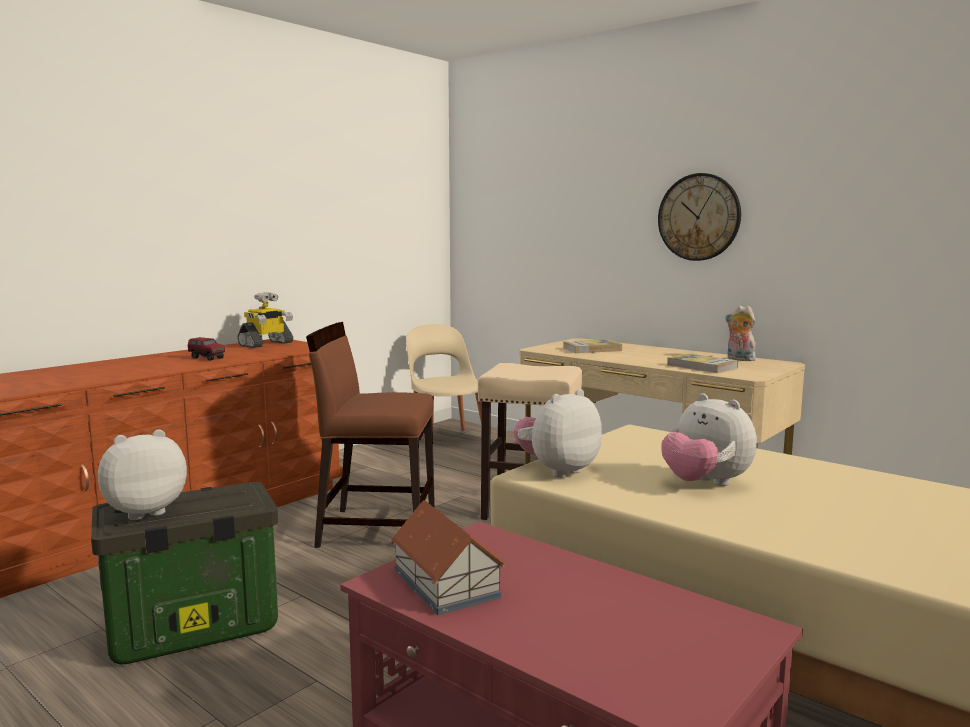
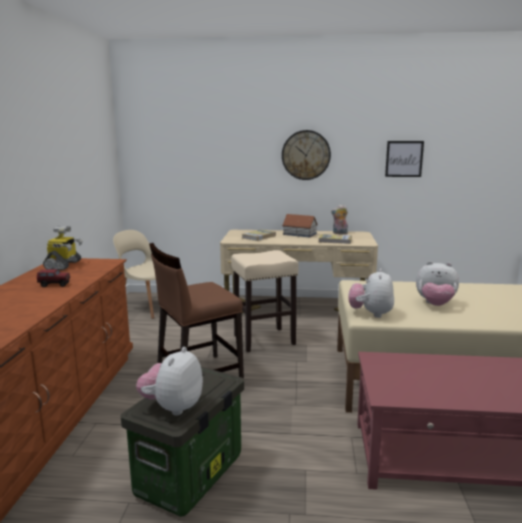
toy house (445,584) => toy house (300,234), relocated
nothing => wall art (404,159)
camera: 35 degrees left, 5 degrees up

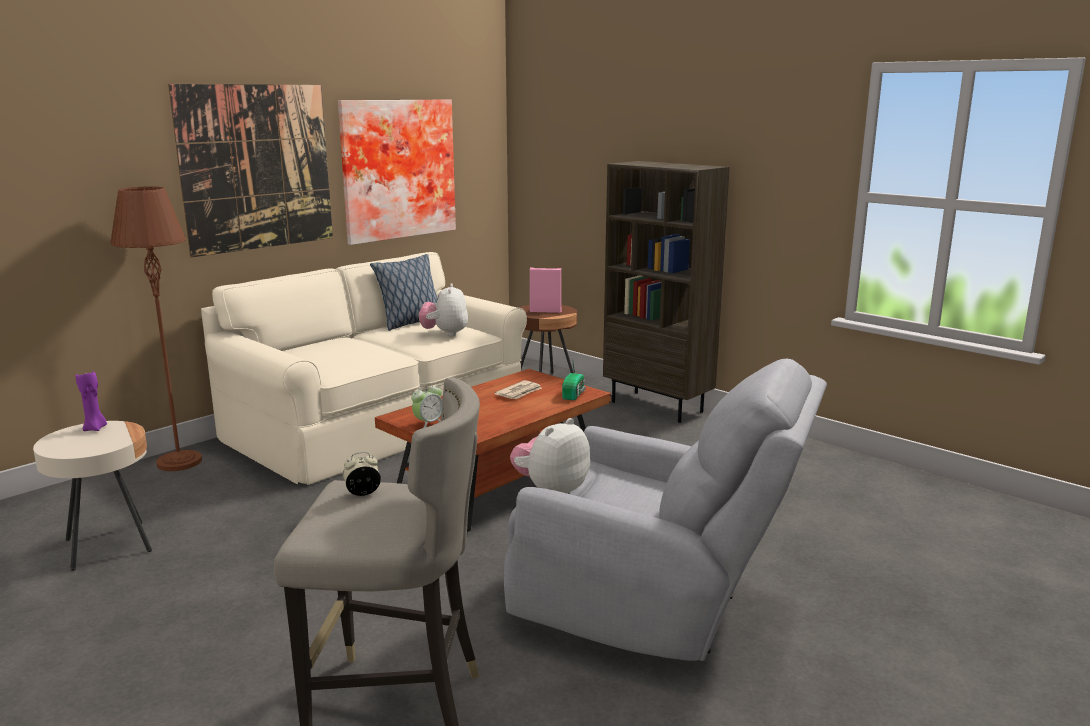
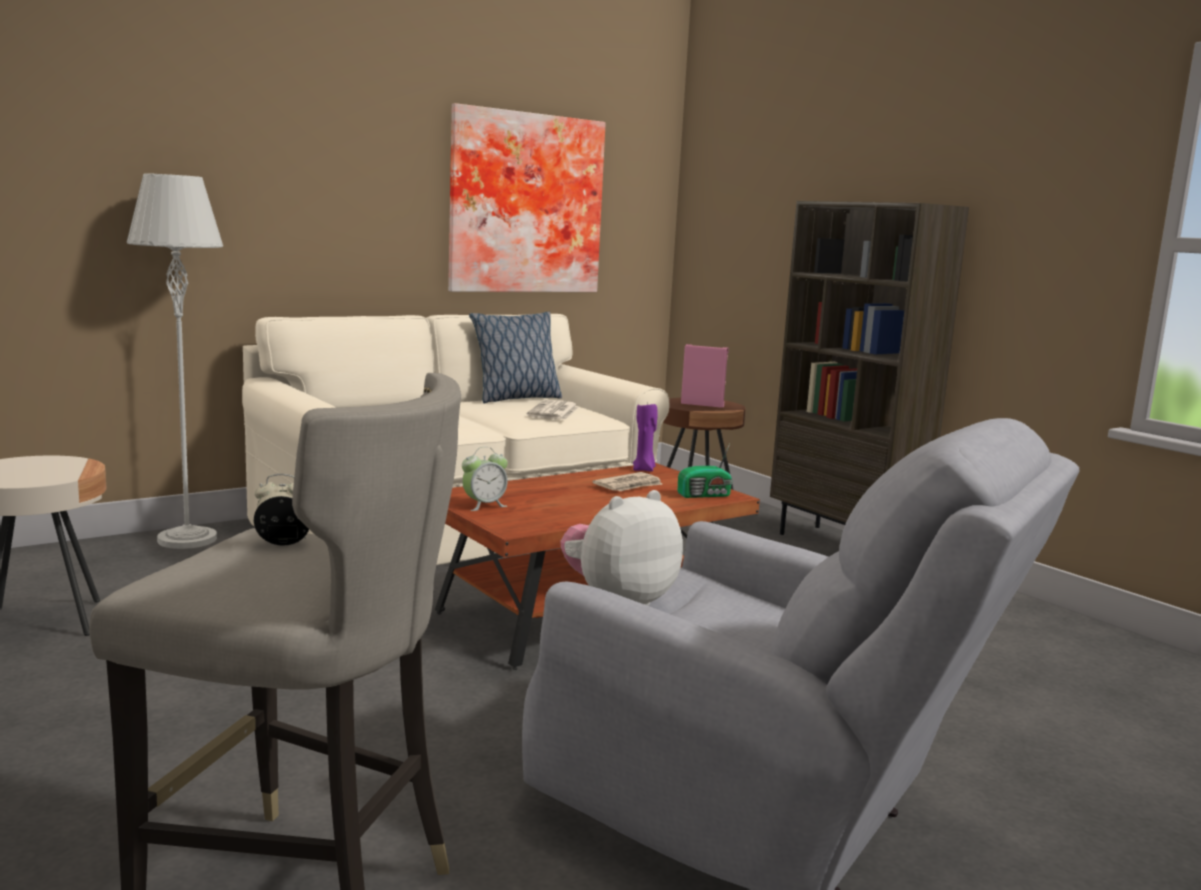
brown standard lamp (179,462) => gray standard lamp (187,539)
plush toy (445,334) => newspaper (554,412)
purple-coloured wax candle (95,428) => purple-coloured wax candle (644,469), relocated
radio set (574,394) => radio set (705,495), 45 degrees clockwise
wall art (257,168) => nothing
camera: 10 degrees right, 5 degrees down

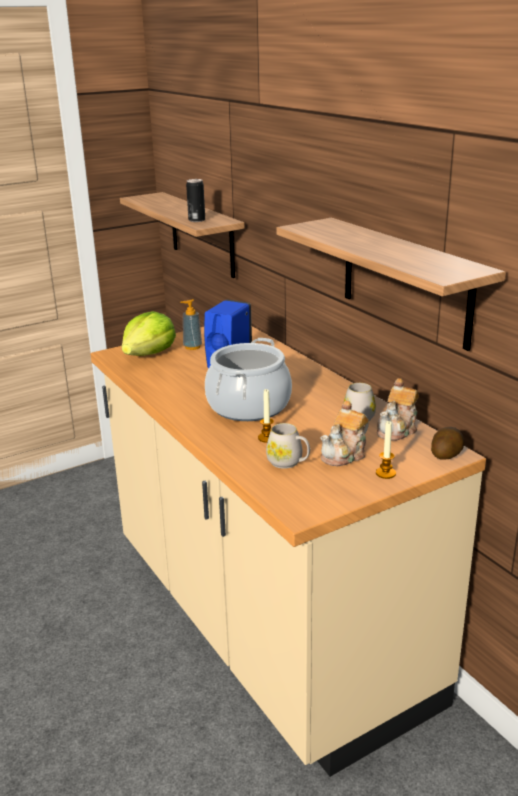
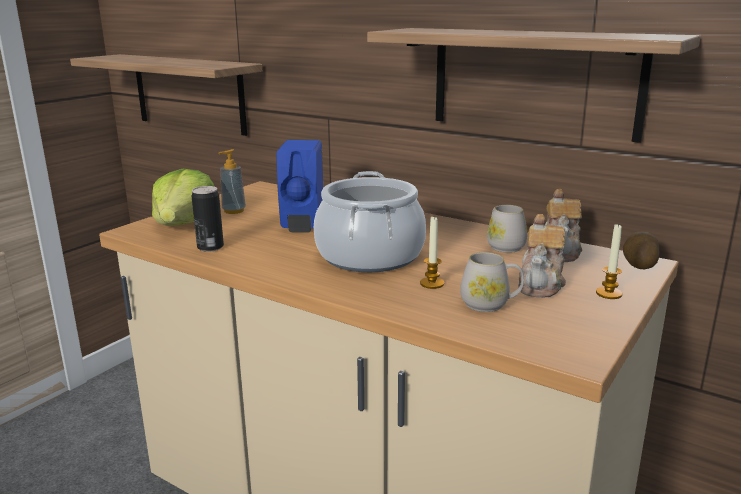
can (196,220) => can (210,247), relocated
camera: 25 degrees left, 5 degrees down

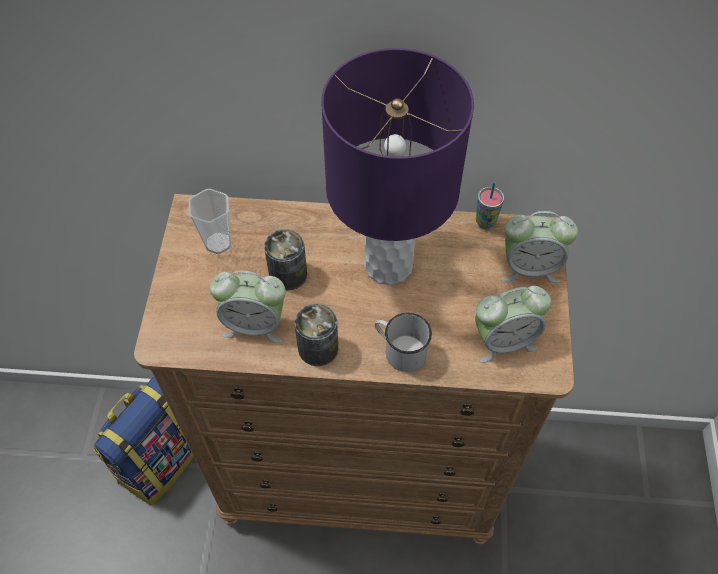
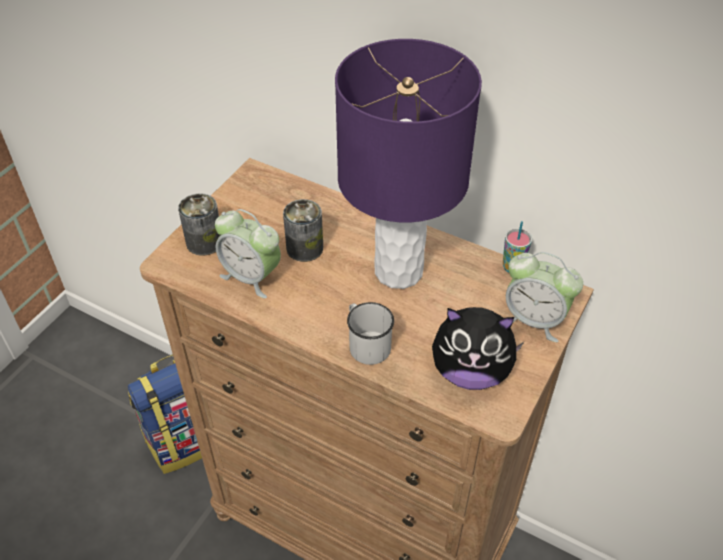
can (318,348) => can (204,242), relocated
table clock (504,341) => plush toy (470,372)
cup (218,243) => nothing
camera: 25 degrees right, 10 degrees down

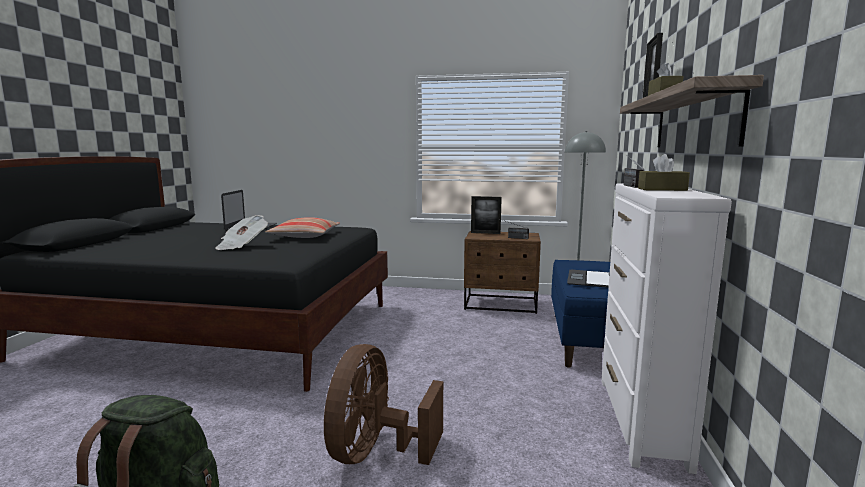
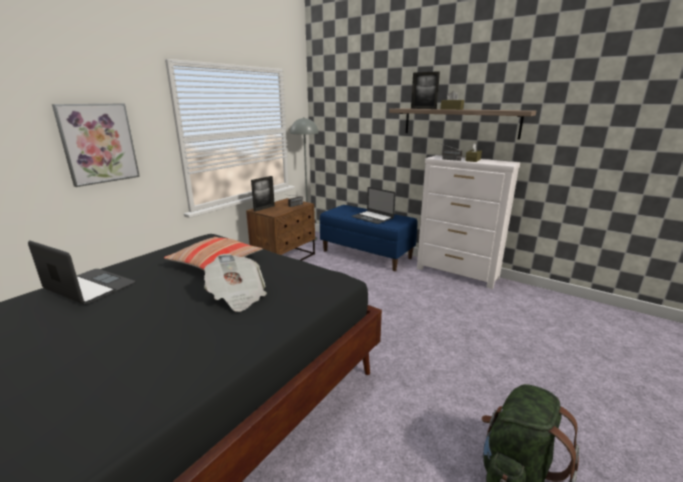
nothing => wall art (98,143)
brown cooling fan (376,453) => nothing
camera: 65 degrees left, 10 degrees up

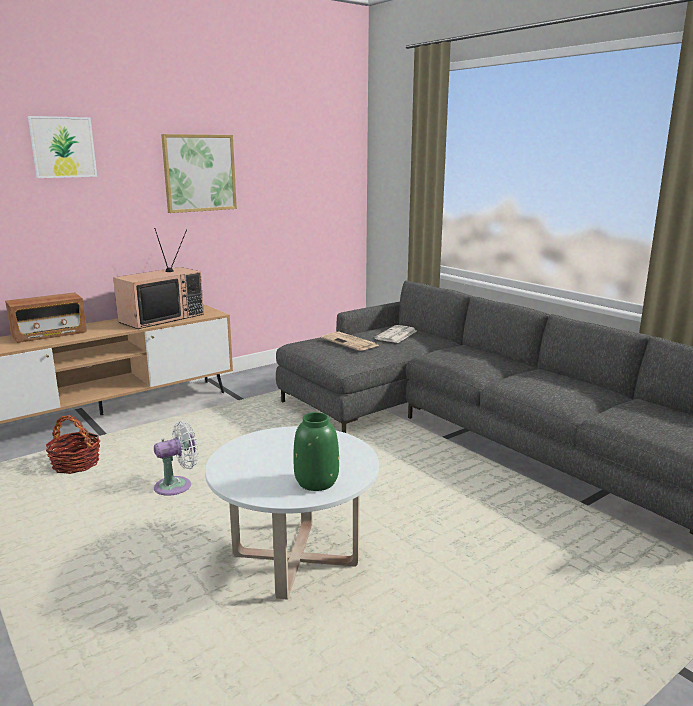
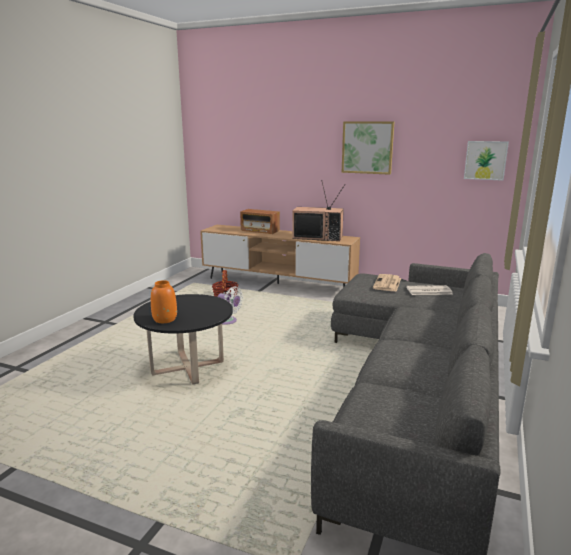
whitish coffee table (295,559) => black coffee table (187,368)
green flower vase (316,482) => orange flower vase (164,319)
wall art (63,147) => wall art (485,160), relocated
camera: 60 degrees right, 0 degrees up

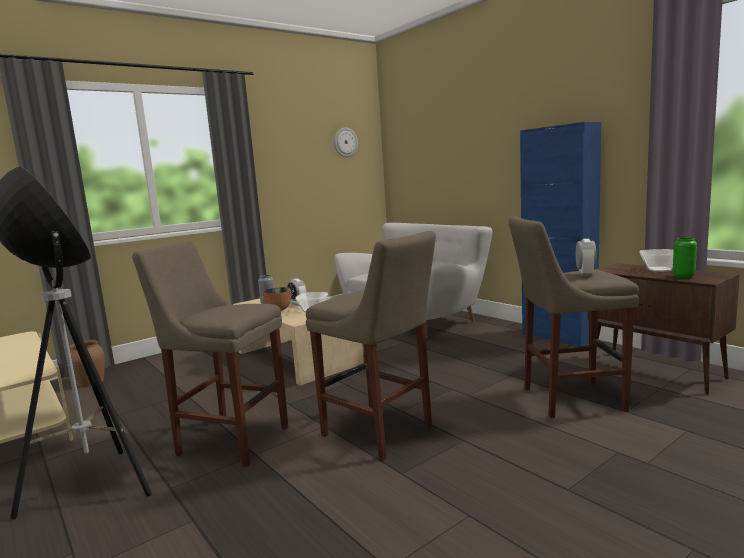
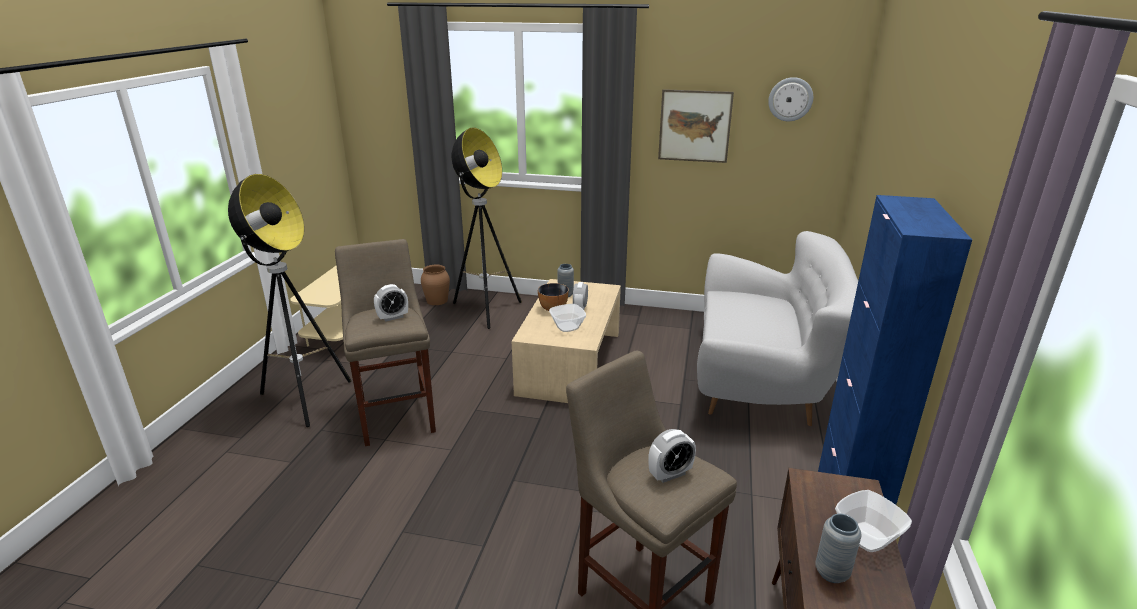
nothing => table clock (393,317)
nothing => standard lamp (486,310)
nothing => wall art (694,126)
green flower vase (683,277) => gray flower vase (832,573)
beige stool (380,433) => nothing
camera: 50 degrees right, 15 degrees up

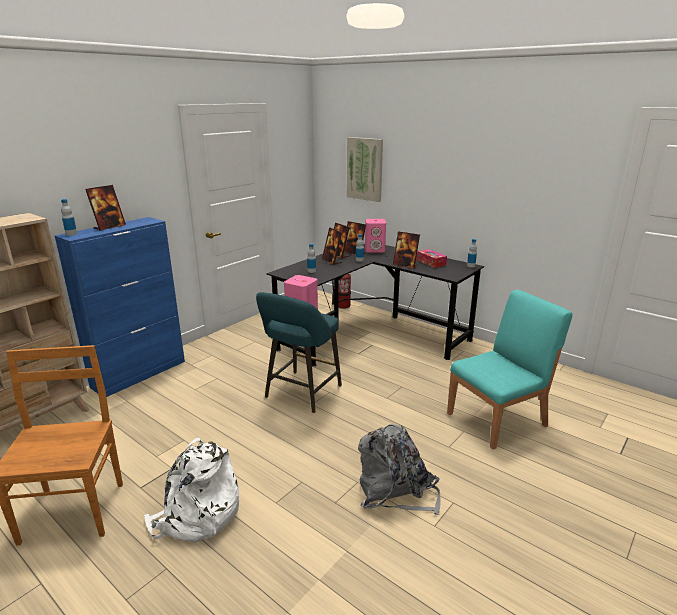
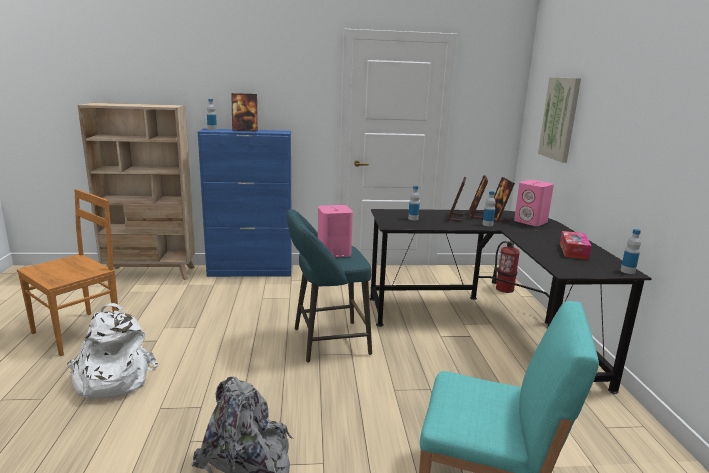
standing frame (405,265) => nothing
camera: 45 degrees right, 5 degrees down

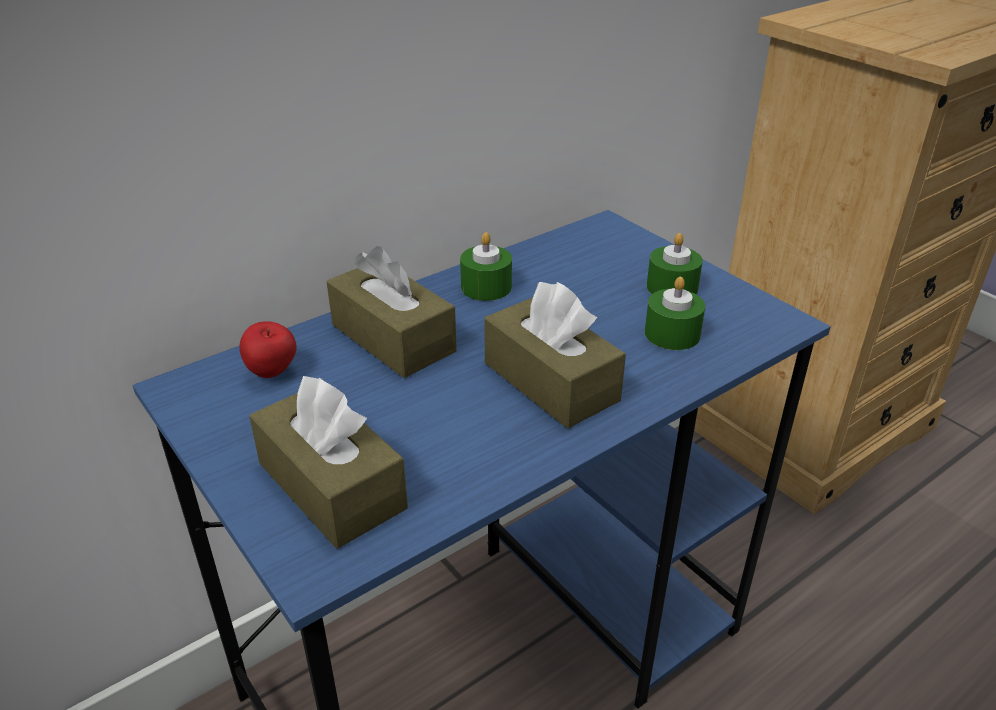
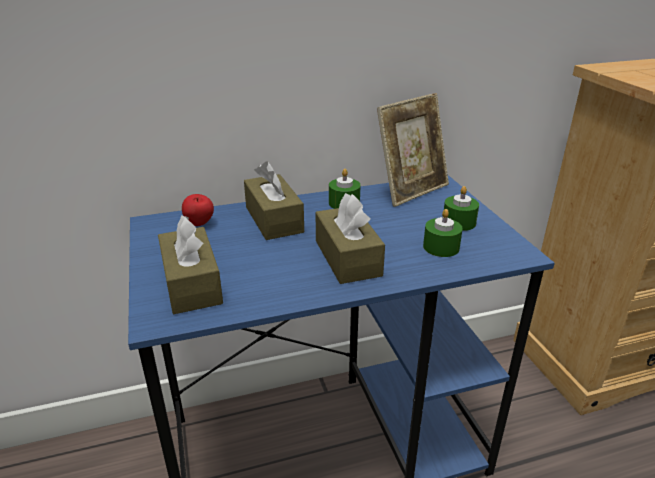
nothing => standing frame (411,190)
camera: 20 degrees right, 5 degrees down

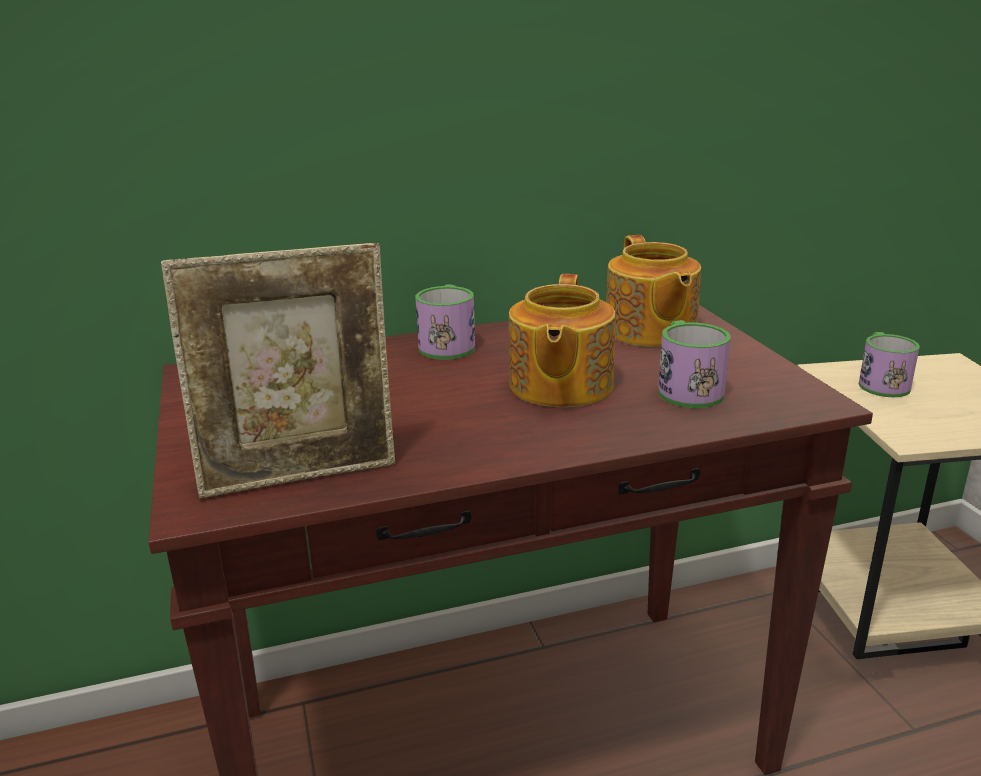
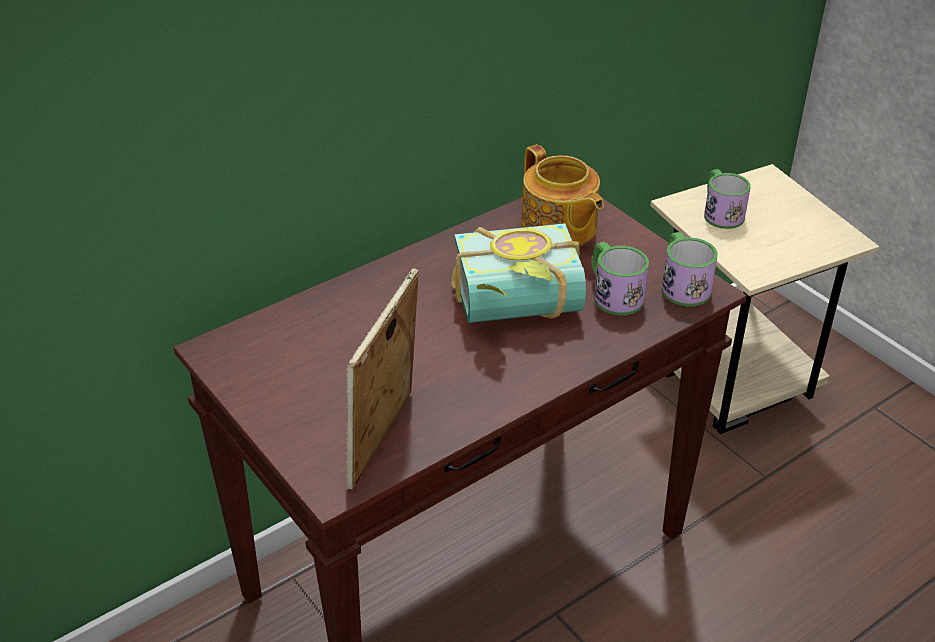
standing frame (301,475) => standing frame (385,442), 150 degrees clockwise
pot for tea (559,386) => volume (519,309)
tea mug (448,344) => tea mug (682,285), relocated
camera: 20 degrees left, 15 degrees up

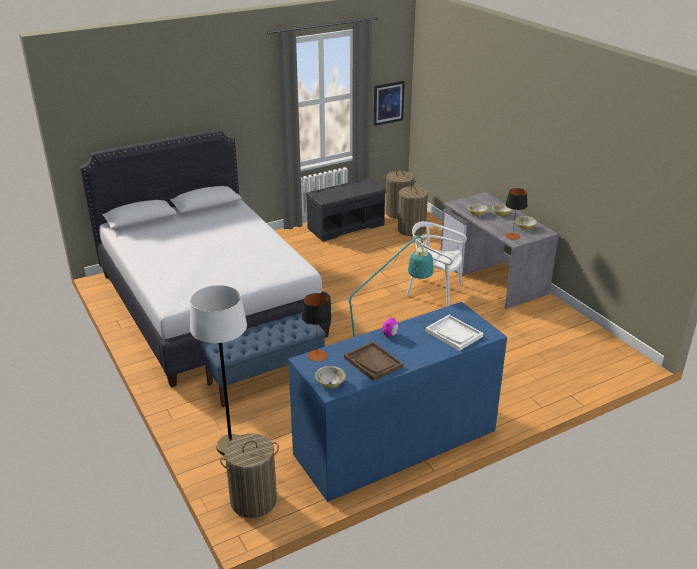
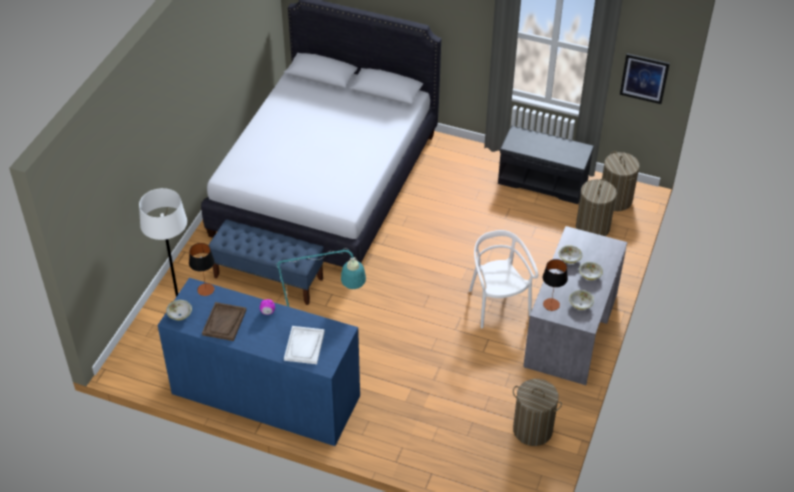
laundry basket (253,501) => laundry basket (532,430), relocated
camera: 50 degrees right, 15 degrees up

